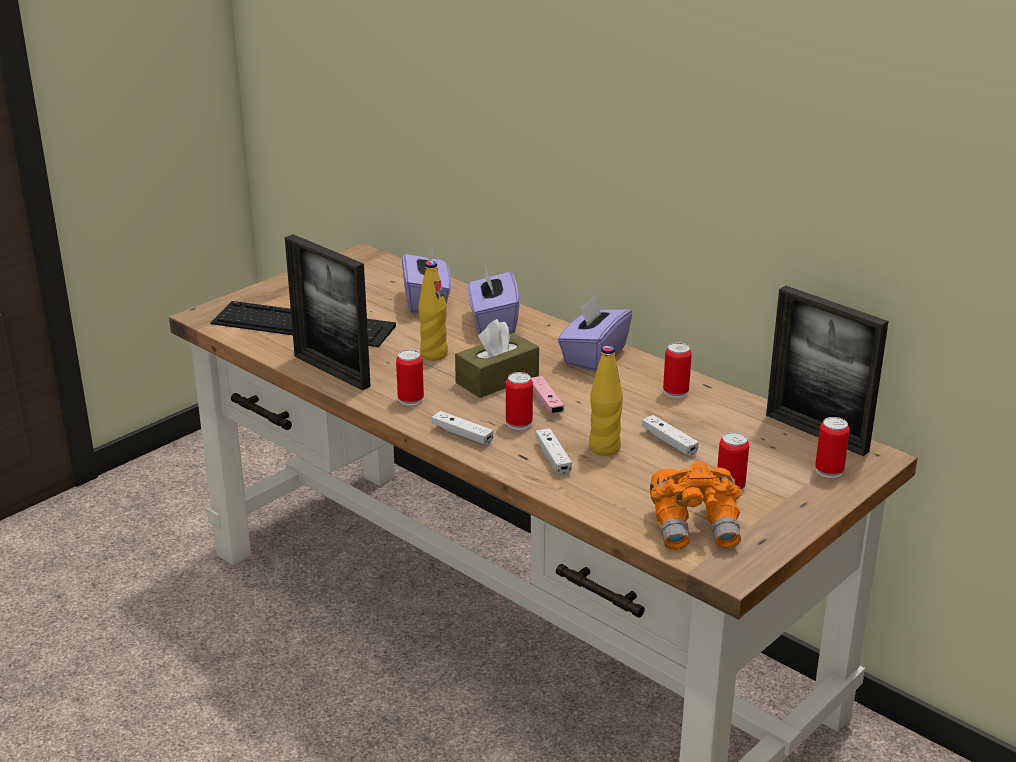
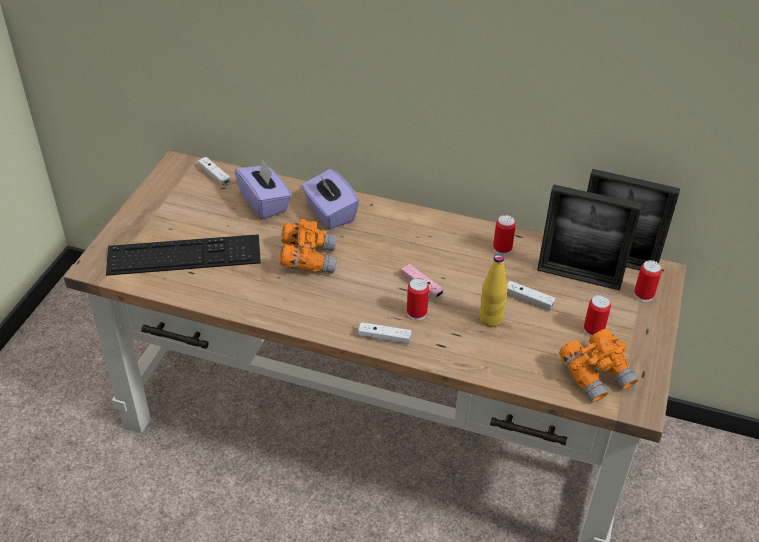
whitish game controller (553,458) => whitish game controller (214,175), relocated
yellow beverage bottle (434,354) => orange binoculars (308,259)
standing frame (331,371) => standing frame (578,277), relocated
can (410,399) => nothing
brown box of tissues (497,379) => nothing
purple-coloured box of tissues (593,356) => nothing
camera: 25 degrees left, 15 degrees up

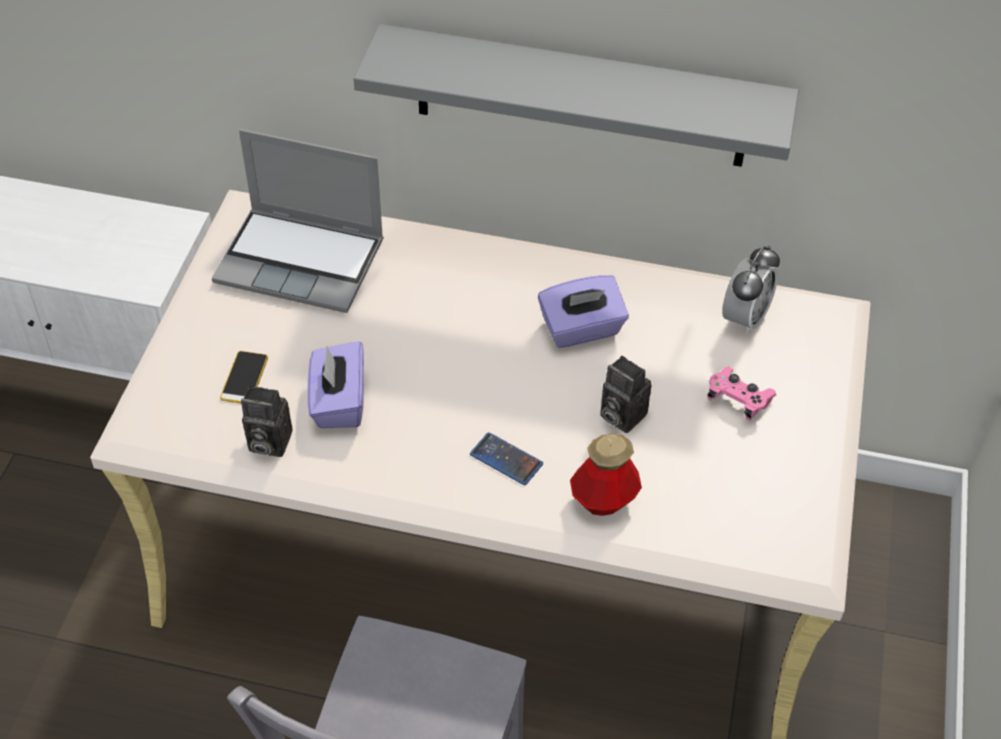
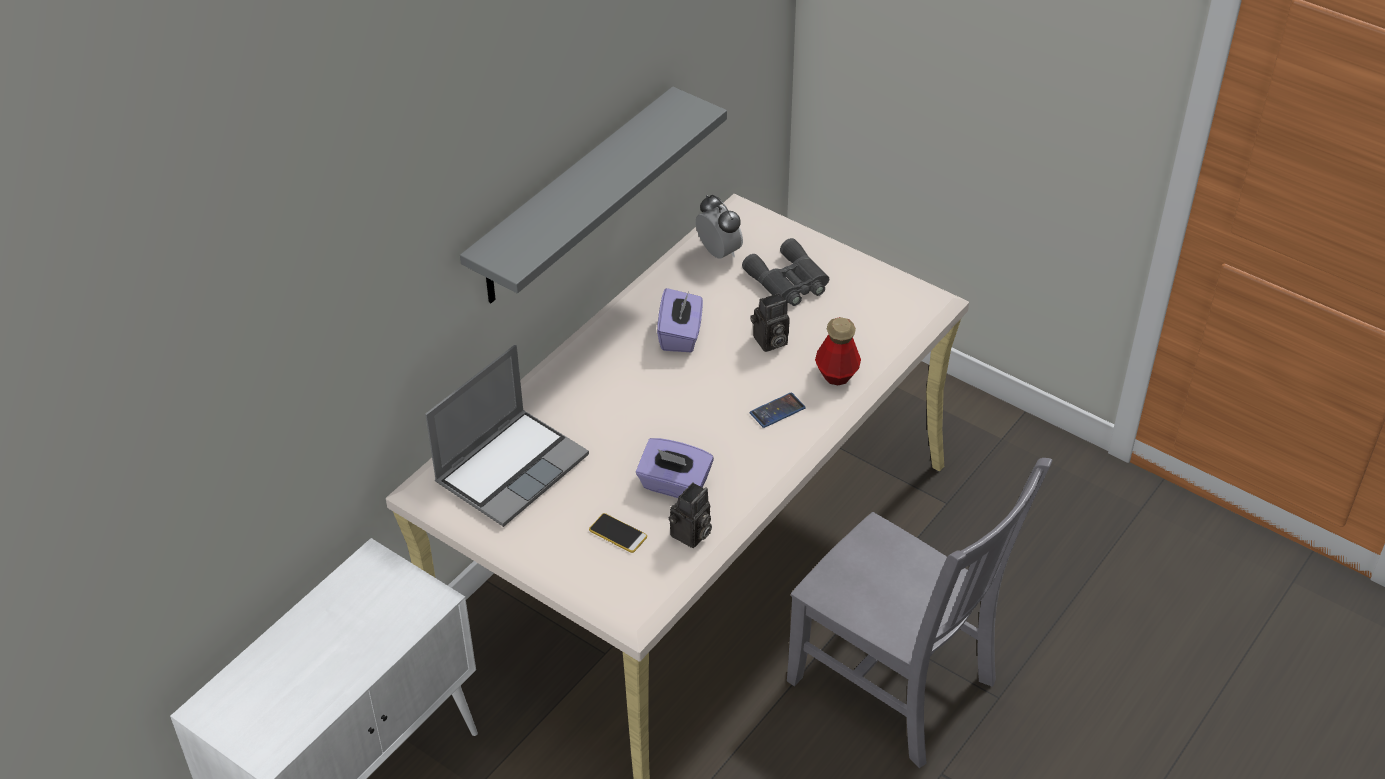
pink-coloured game controller (738,400) => gray binoculars (788,282)
camera: 65 degrees left, 5 degrees down

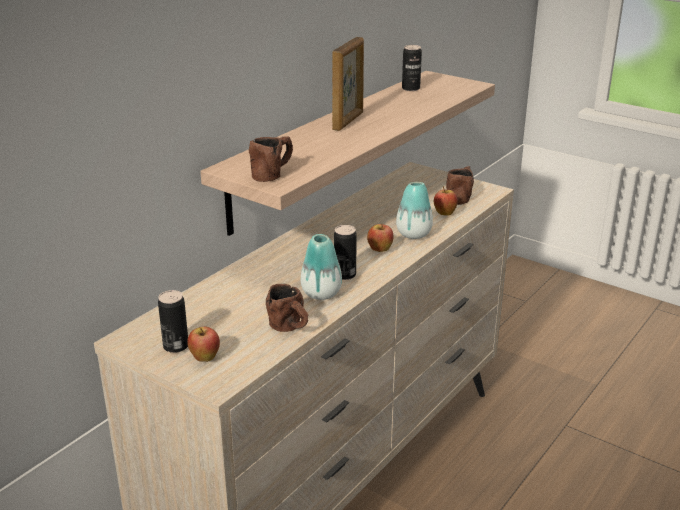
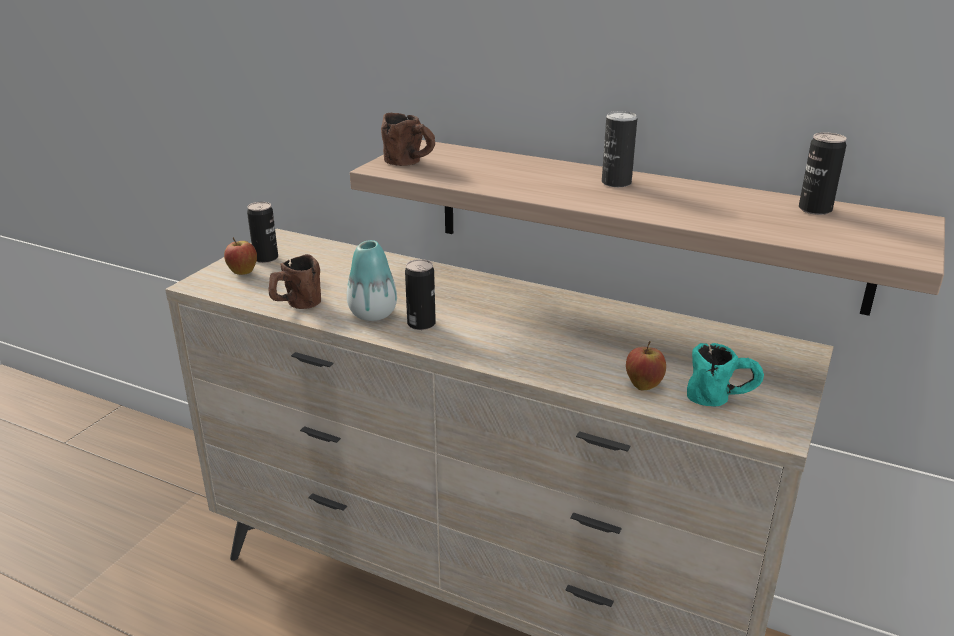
standing frame (348,121) => can (616,182)
brown tea mug (460,197) => turquoise-coloured tea mug (721,398)
apple (380,250) => nothing
flower vase (413,234) => nothing
camera: 80 degrees right, 0 degrees up

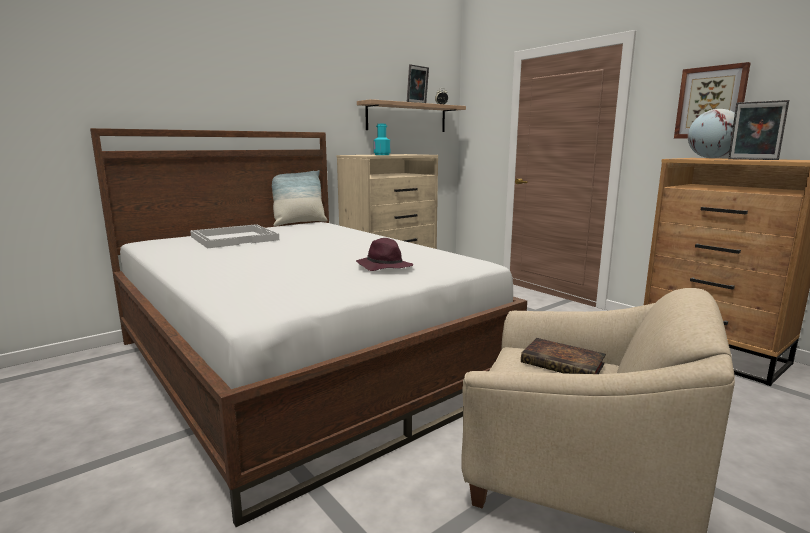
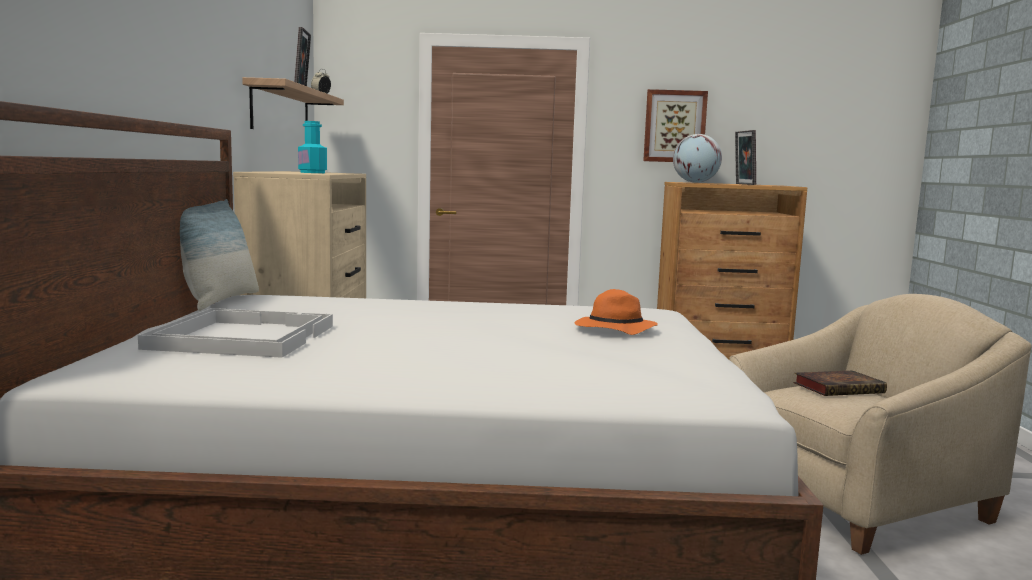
purple-coloured hat (383,267) => orange hat (614,330)
standing frame (752,159) => standing frame (743,184), 90 degrees clockwise
camera: 50 degrees left, 5 degrees down

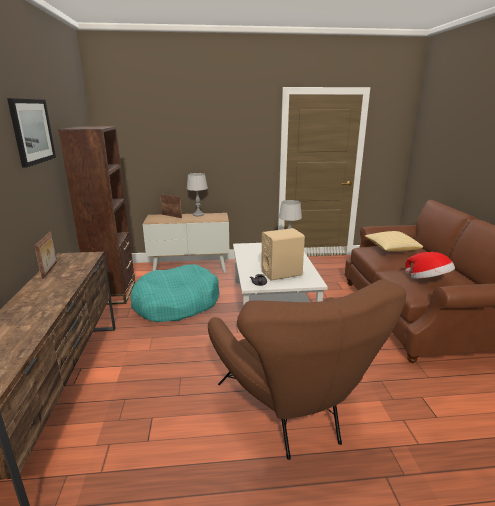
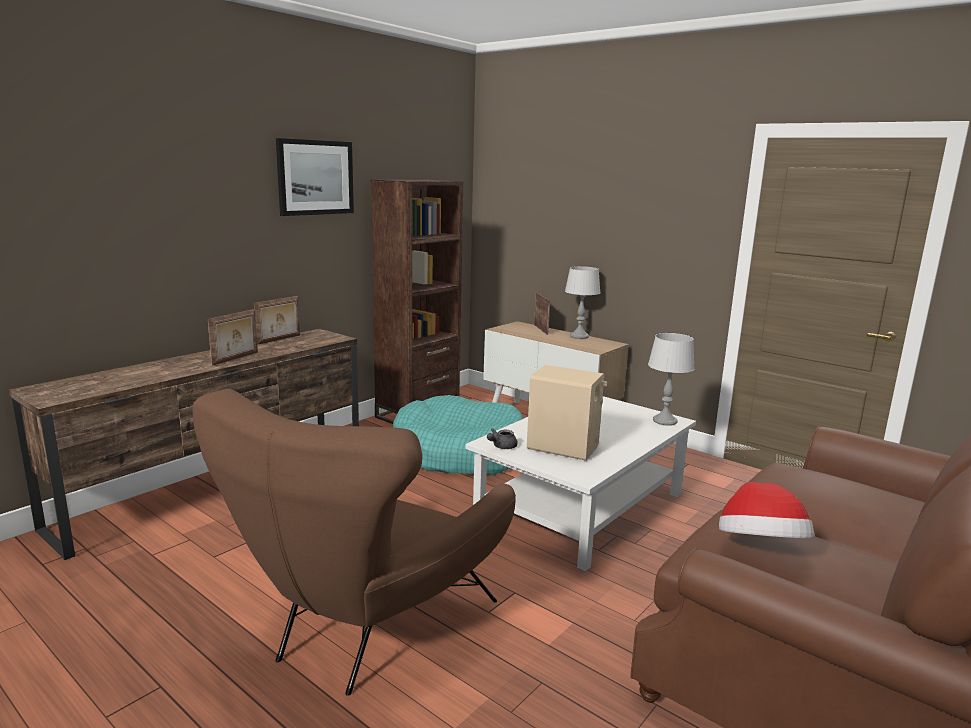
nothing => standing frame (236,358)
pillow (391,249) => nothing
camera: 45 degrees right, 5 degrees down

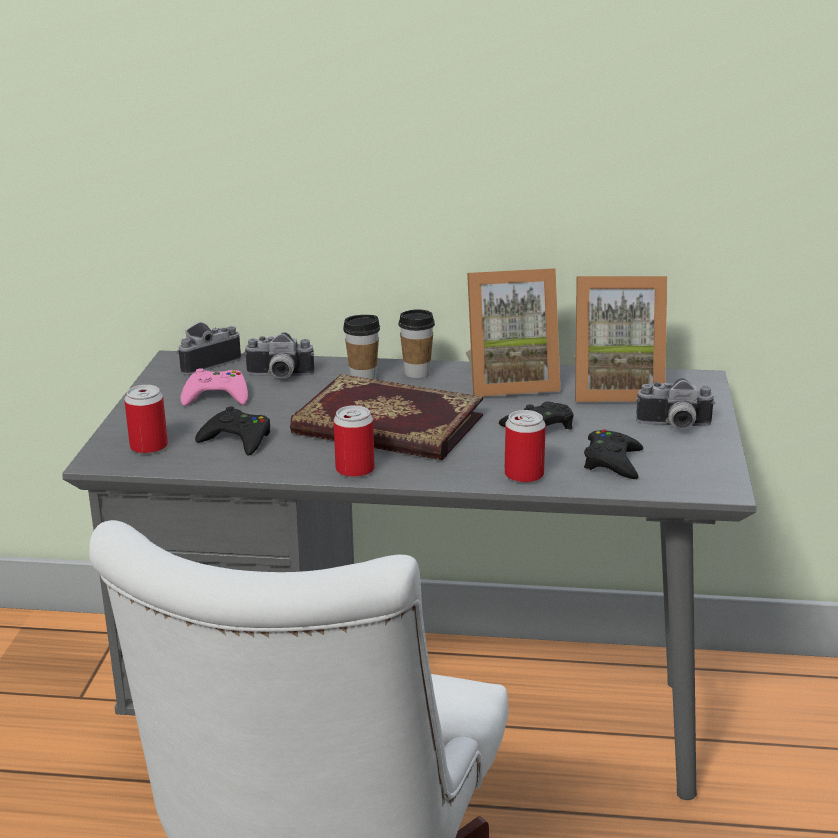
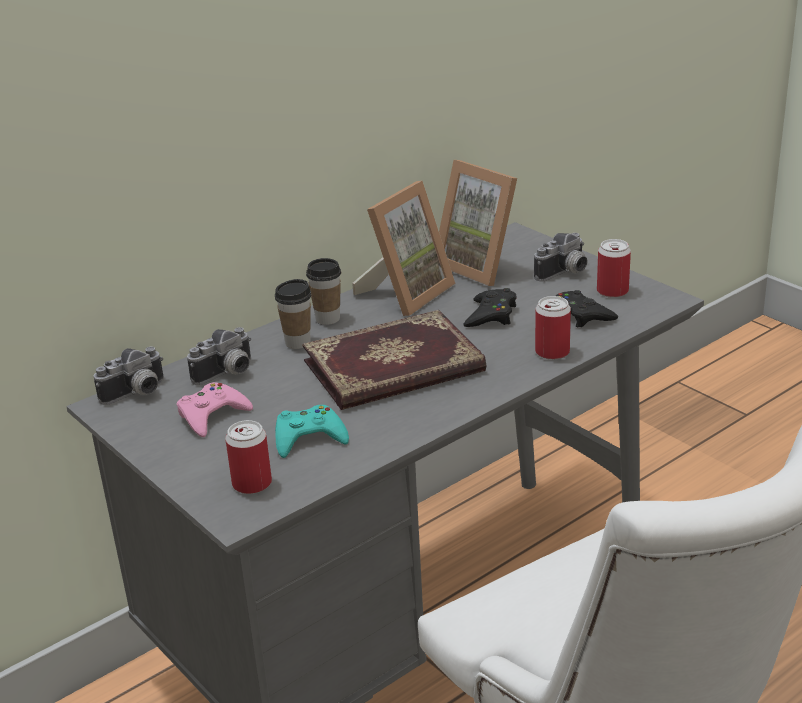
still camera (206,362) => still camera (137,394), 135 degrees counterclockwise
black game controller (237,439) => turquoise-coloured game controller (309,438)
standing frame (615,389) => standing frame (481,266), 90 degrees clockwise
can (355,470) => can (612,291), relocated
camera: 45 degrees left, 5 degrees up

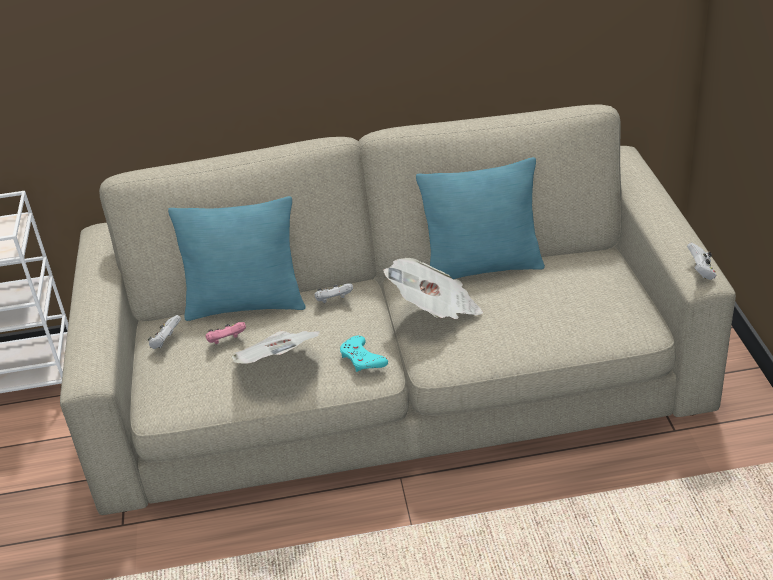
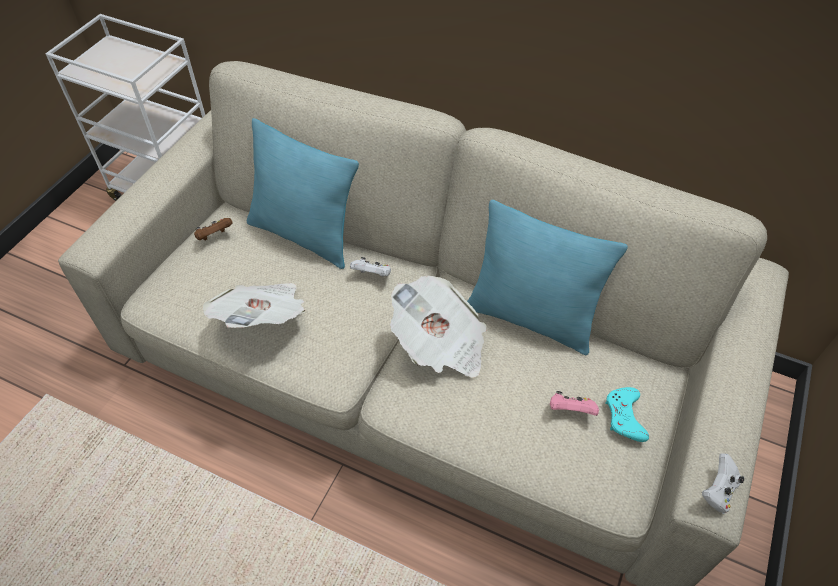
whitish game controller (166,341) => brown game controller (214,236)
pink-coloured game controller (226,341) => pink-coloured game controller (570,410), relocated
turquoise-coloured game controller (362,358) => turquoise-coloured game controller (625,417), relocated
camera: 30 degrees right, 15 degrees up

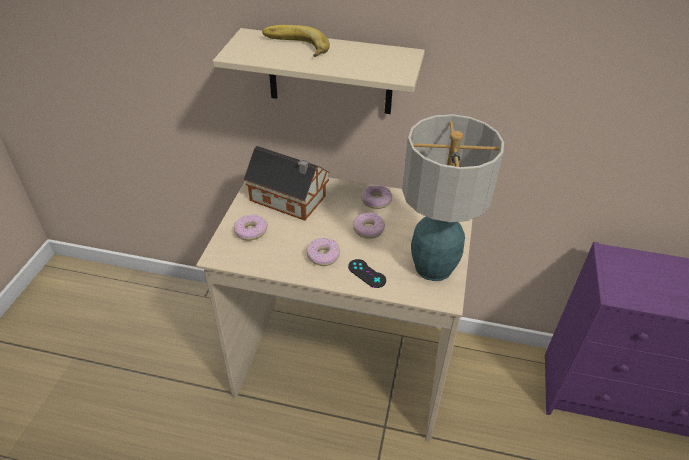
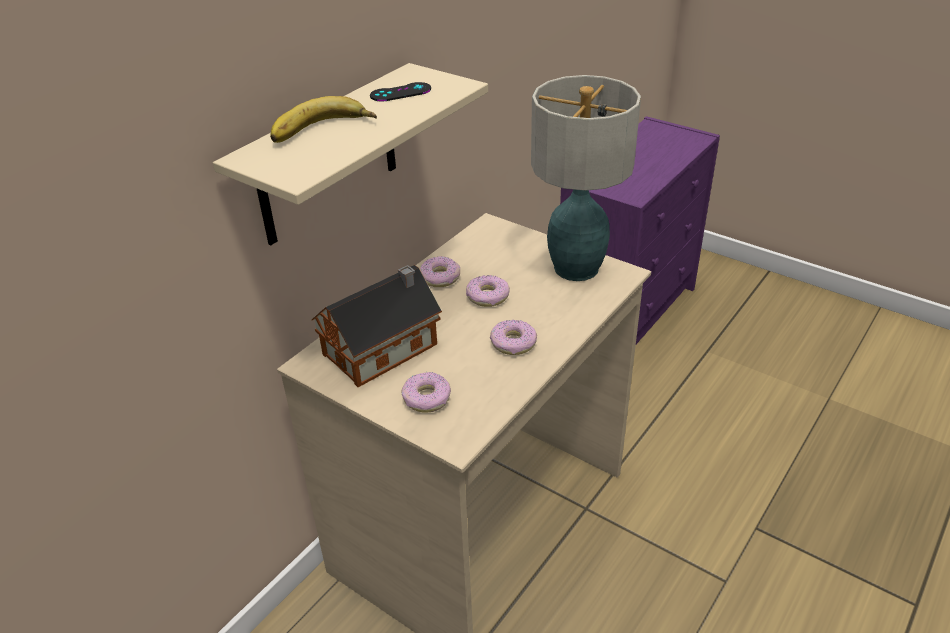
black game controller (367,273) => black game controller (400,92), relocated
camera: 65 degrees left, 5 degrees down

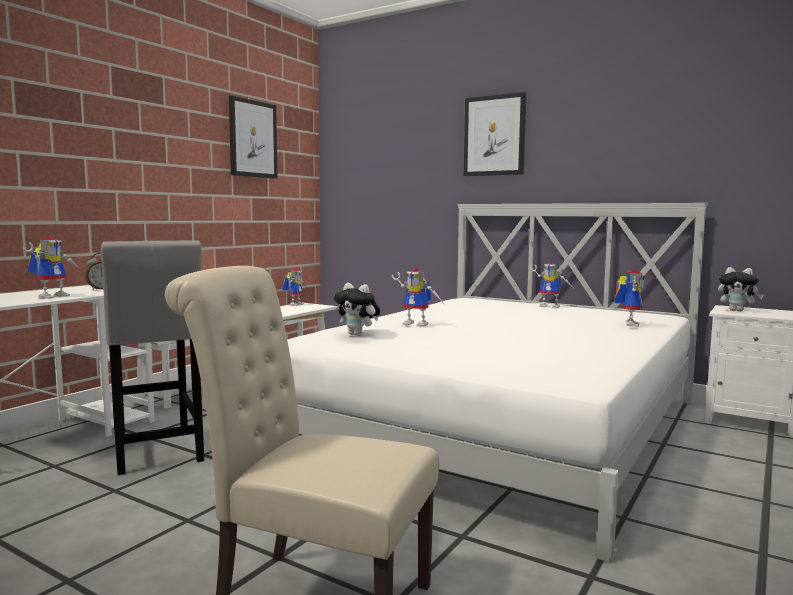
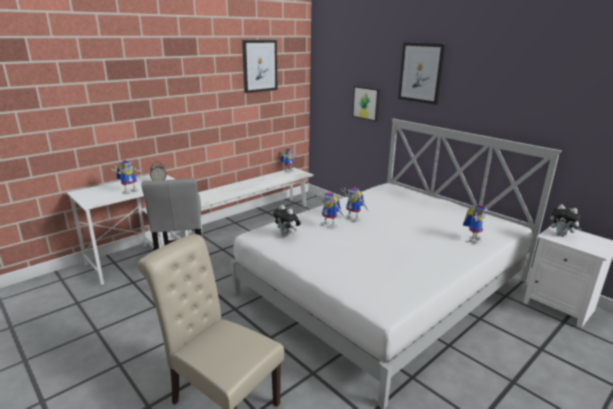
robot figure (551,306) => robot figure (354,218), relocated
nothing => wall art (366,103)
camera: 15 degrees right, 15 degrees up

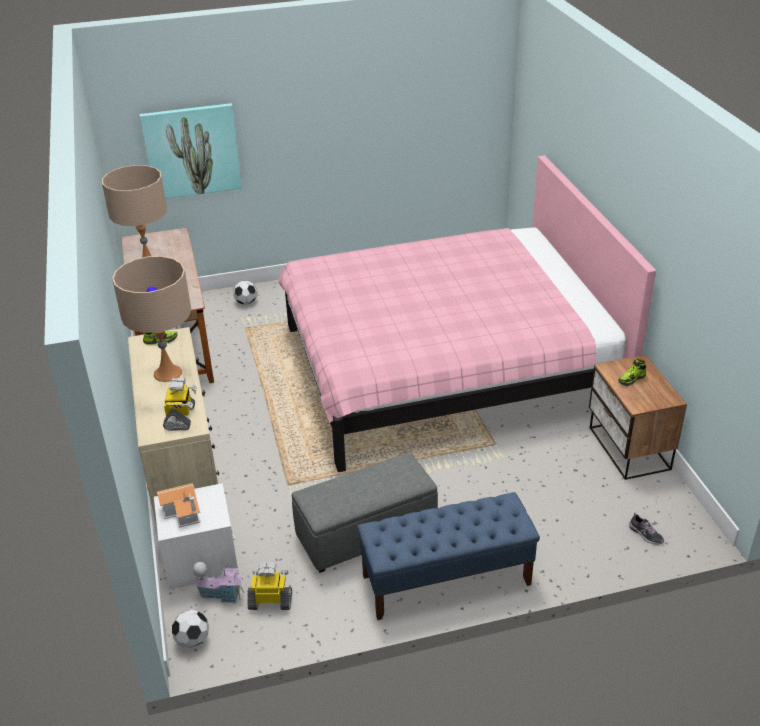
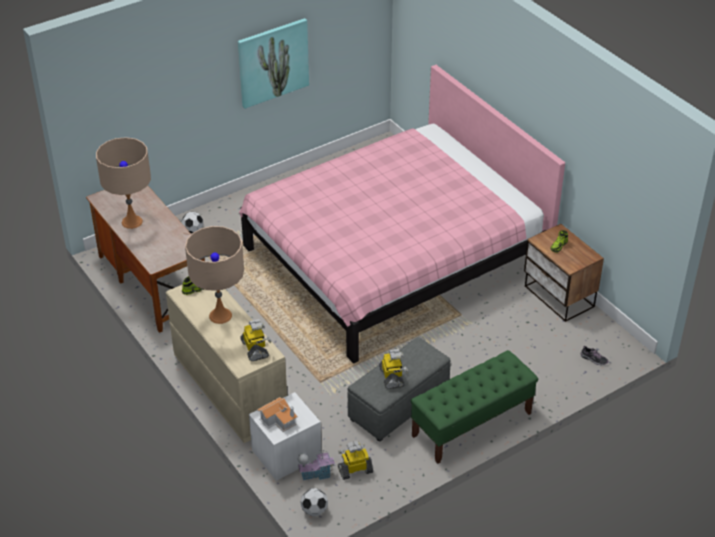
wall art (192,151) => wall art (272,62), relocated
nothing => robot figure (392,377)
bluish bench (445,580) => green bench (471,425)
camera: 20 degrees left, 5 degrees up

